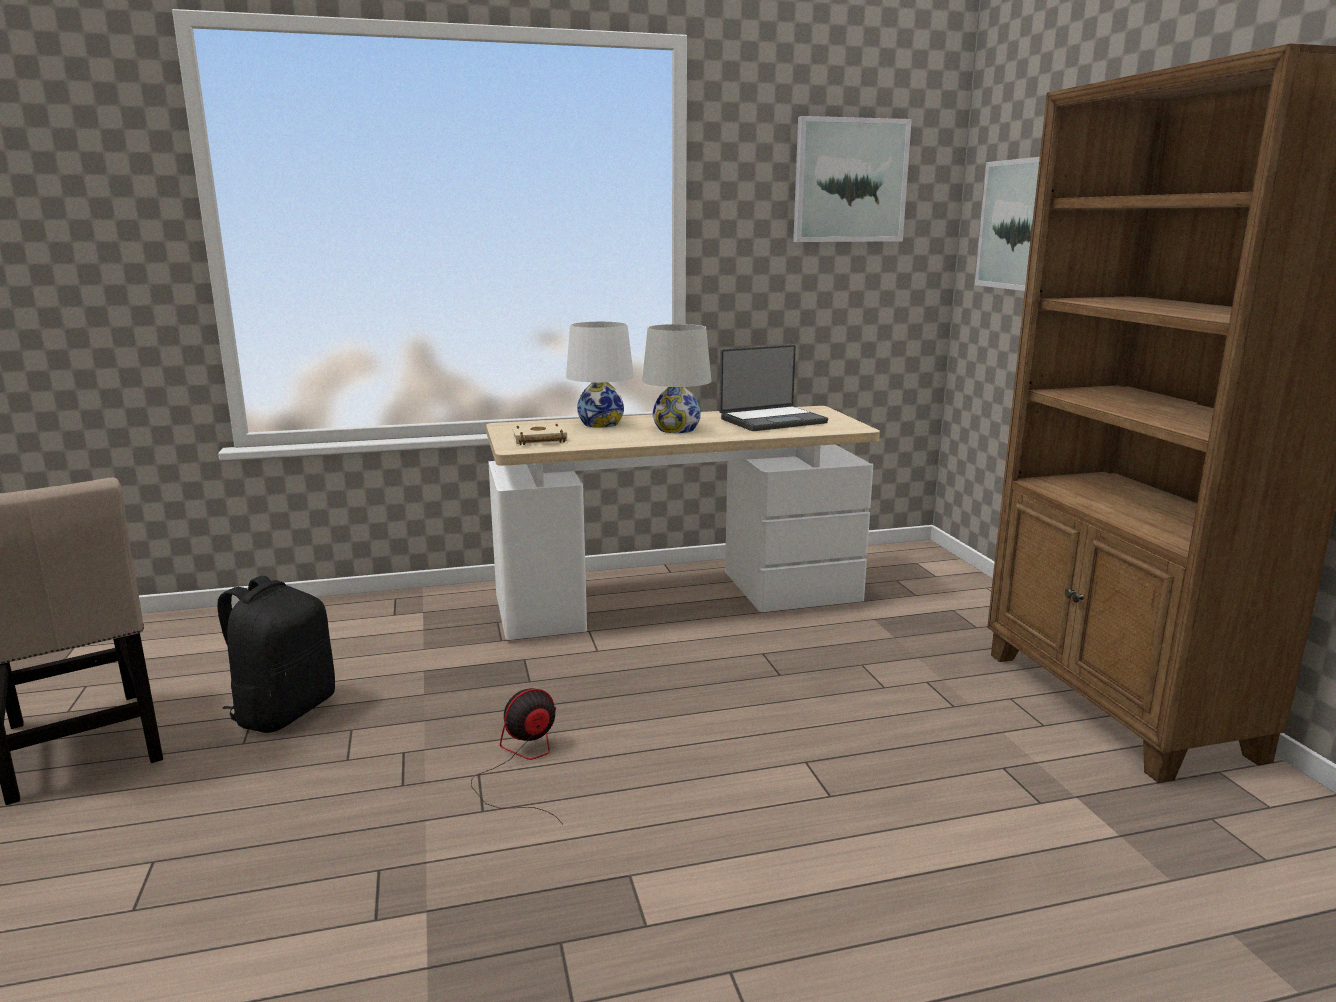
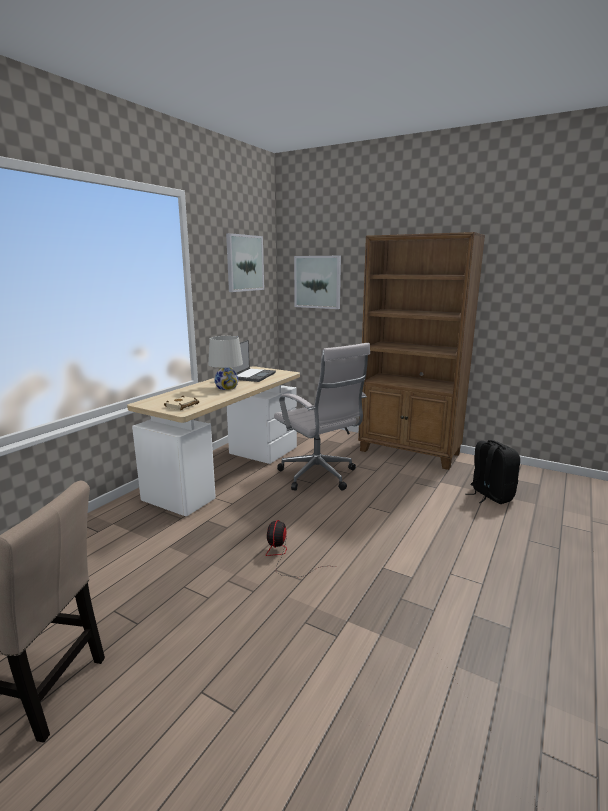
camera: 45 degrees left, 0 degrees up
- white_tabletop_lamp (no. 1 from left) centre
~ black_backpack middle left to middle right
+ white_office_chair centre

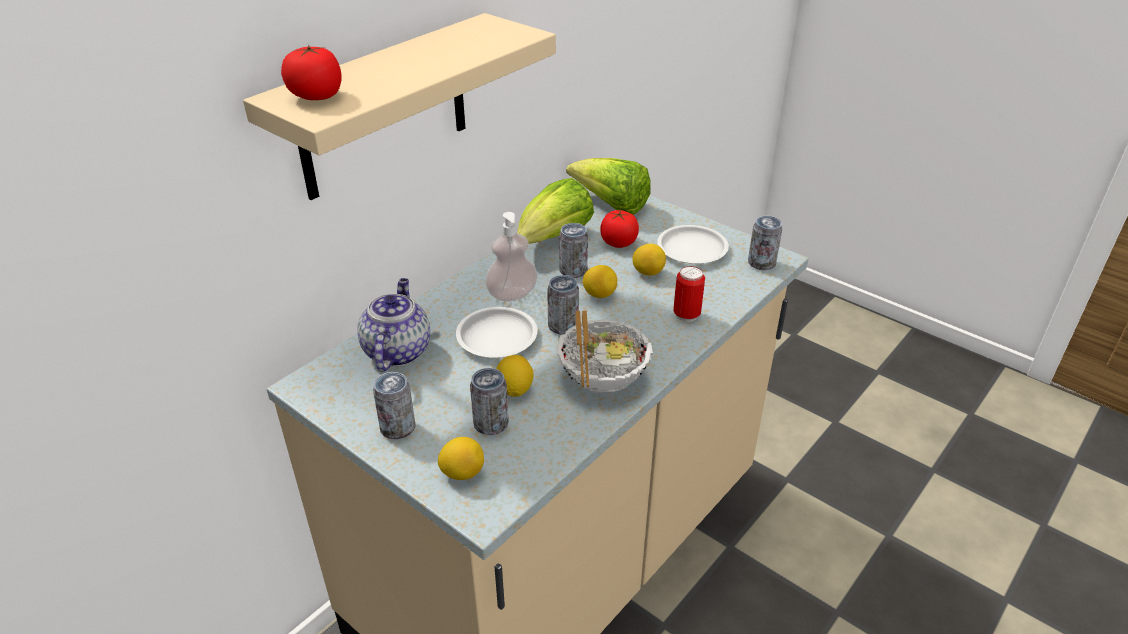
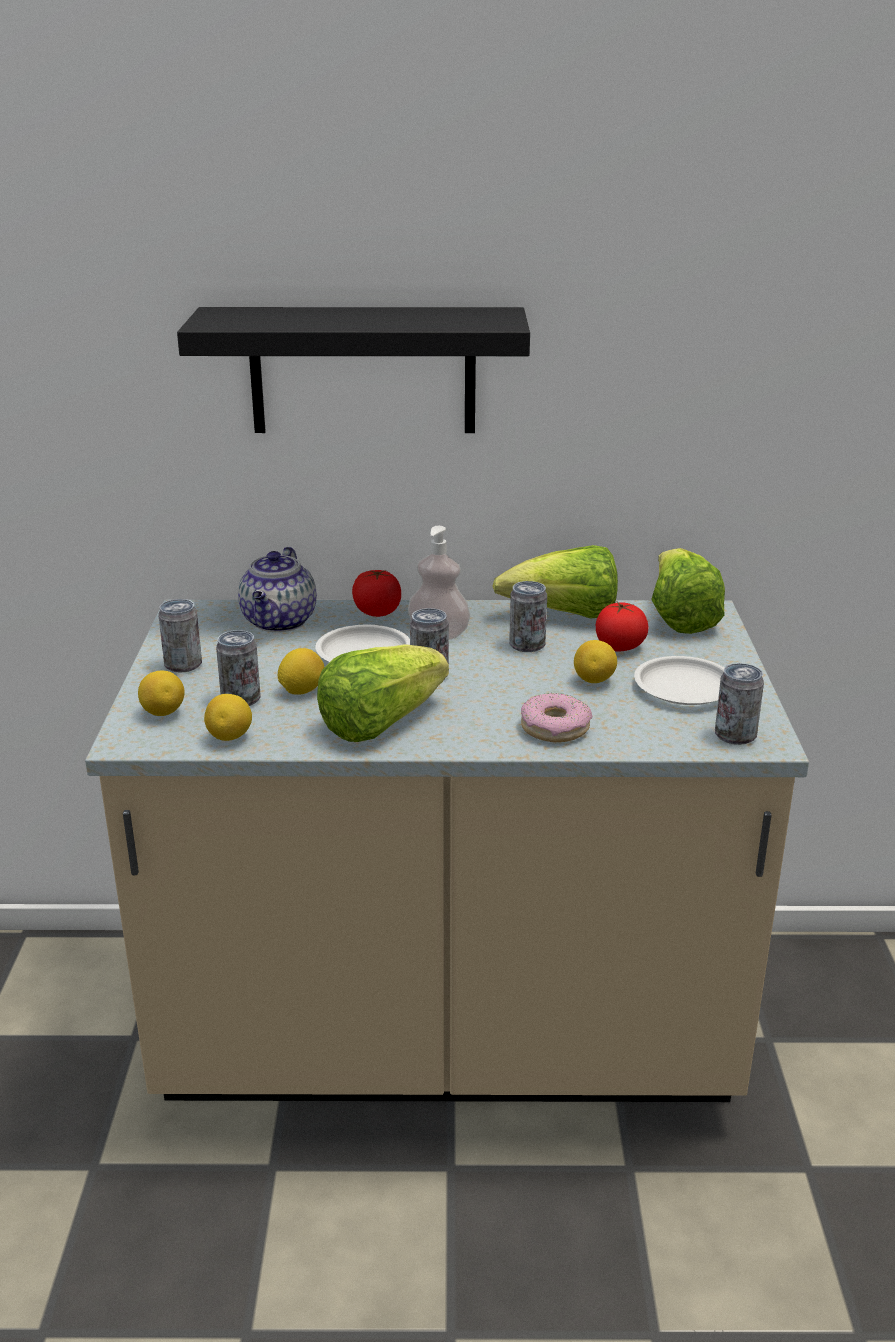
camera: 50 degrees right, 10 degrees down
~ beige-coloured_wall_shelf top centre to black_wall_shelf top centre
~ fresh_tomato (no. 1 from left) top left to centre
~ whole_lemon (no. 3 from left in the first image) centre to whole_lemon (no. 2 from left) middle left
~ metal_can (no. 5 from left) centre to doughnut centre
~ tea_pot centre = middle left 135 degrees clockwise
~ deep_dish centre to head_of_lettuce (no. 1 from left) centre

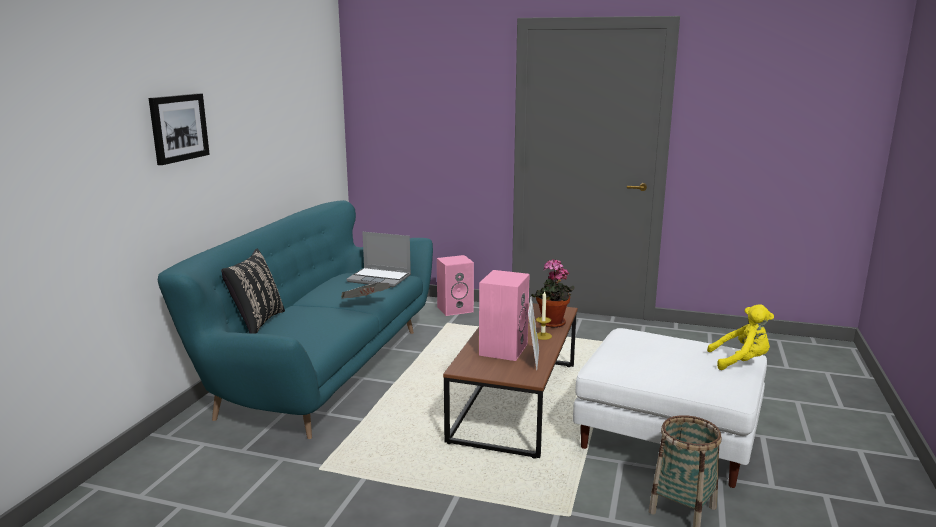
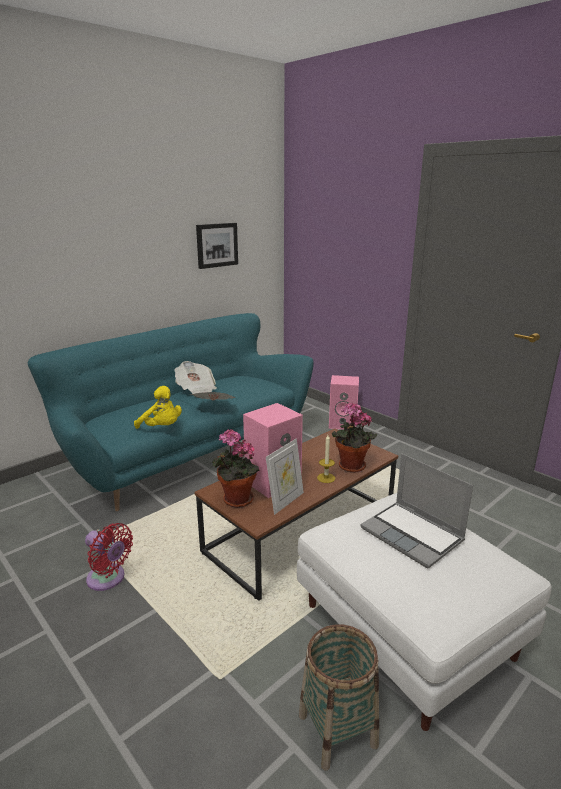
camera: 30 degrees right, 5 degrees up
~ picture top left to top centre
~ laptop centre to middle right
- black_cushion middle left
~ yellow_plush_toy middle right to middle left
+ printed_paper (no. 1 from left) centre
+ potted_plant (no. 1 from left) centre
+ red_electric_fan bottom left

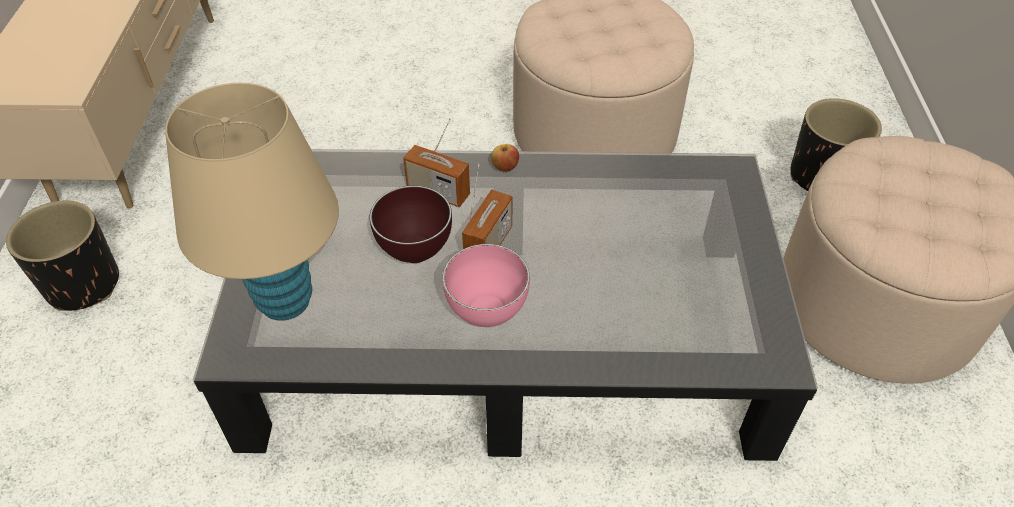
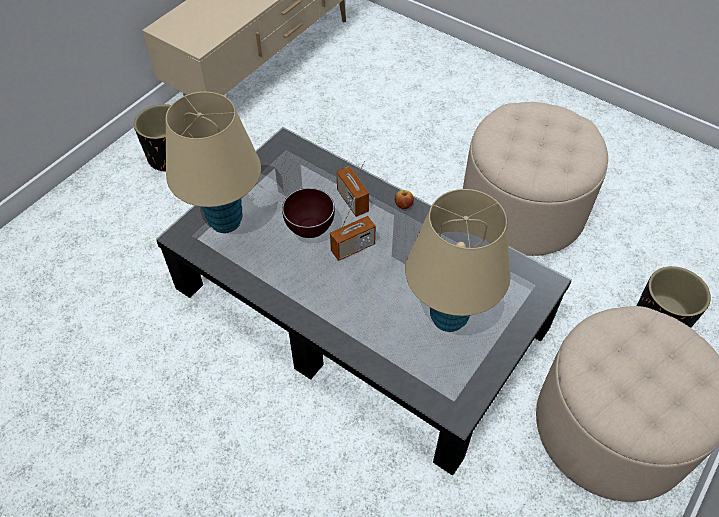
camera: 35 degrees right, 5 degrees up
- pinkish_deep_dish centre
+ beige-coloured_tabletop_lamp (no. 2 from left) centre

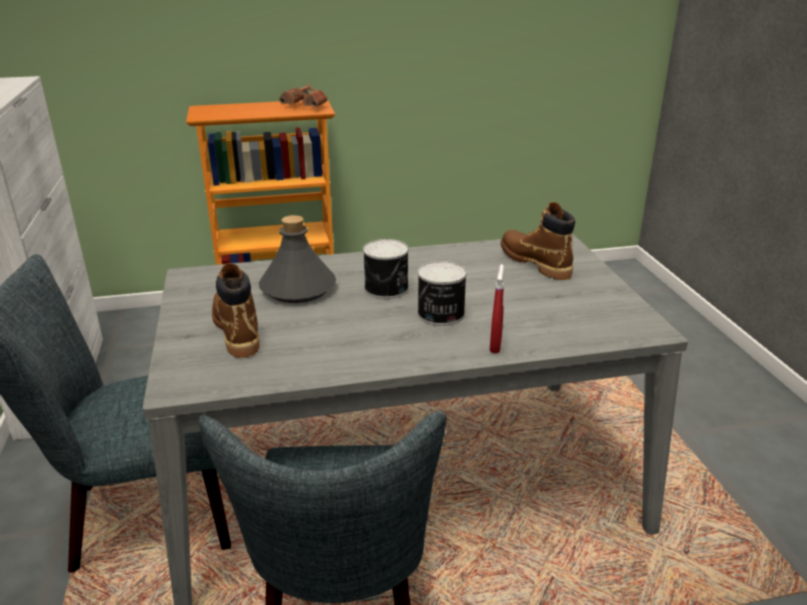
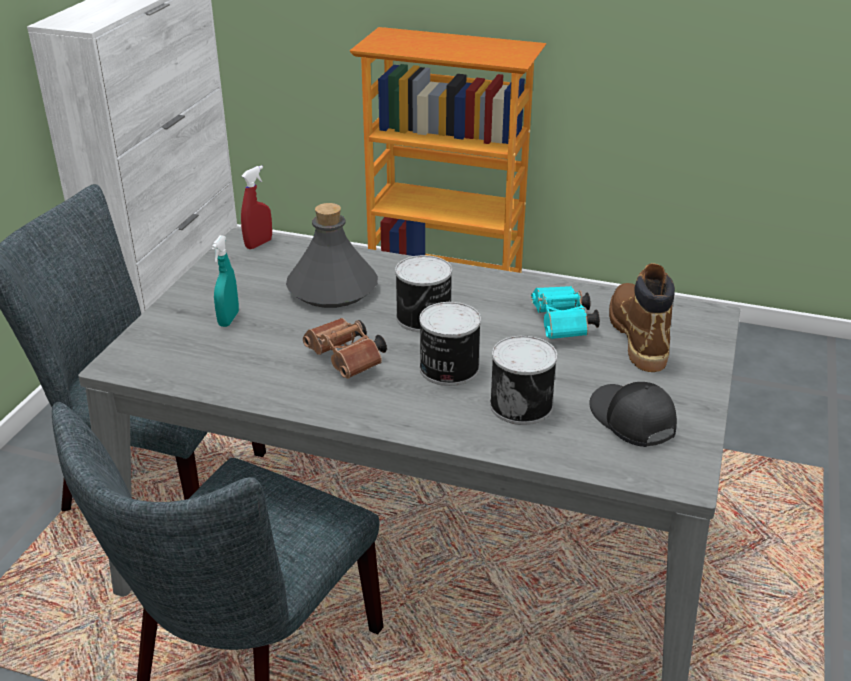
camera: 30 degrees right, 5 degrees up
~ brown_pair_of_binoculars top centre to centre
~ brown_boot (no. 1 from left) middle left to blue-green_spray_bottle middle left
~ red_spray_bottle centre to top left
+ blue-green_pair_of_binoculars centre
+ metal_can (no. 3 from left) centre
+ black_baseball_cap middle right

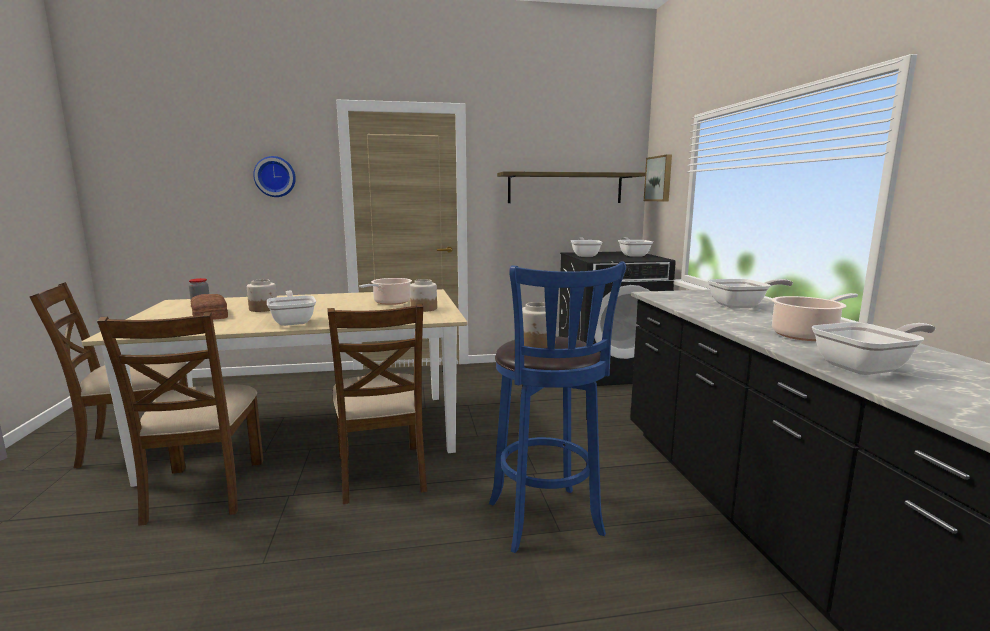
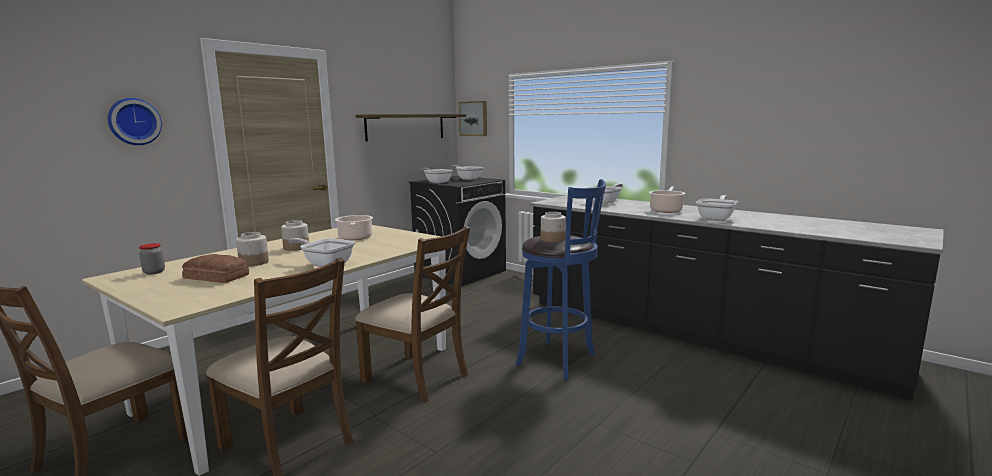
camera: 40 degrees left, 0 degrees up
~ storage_jar (no. 3 from left) centre to middle left

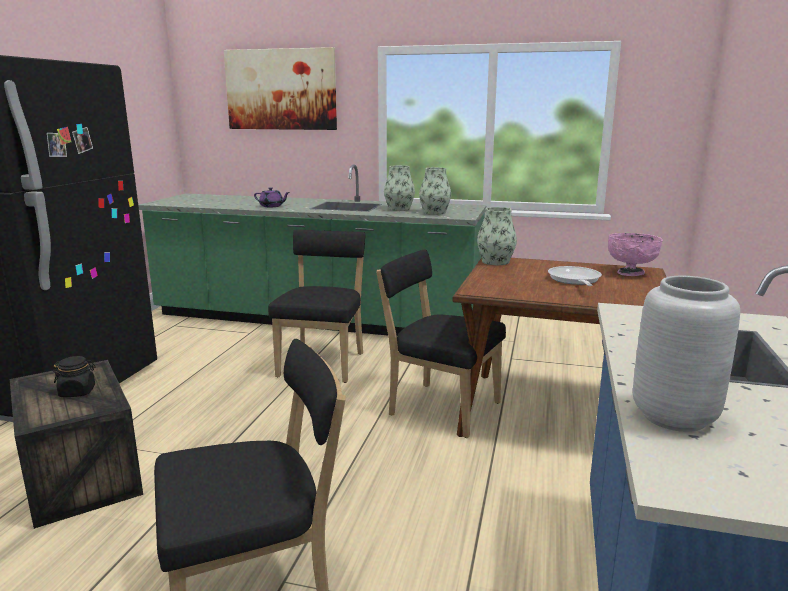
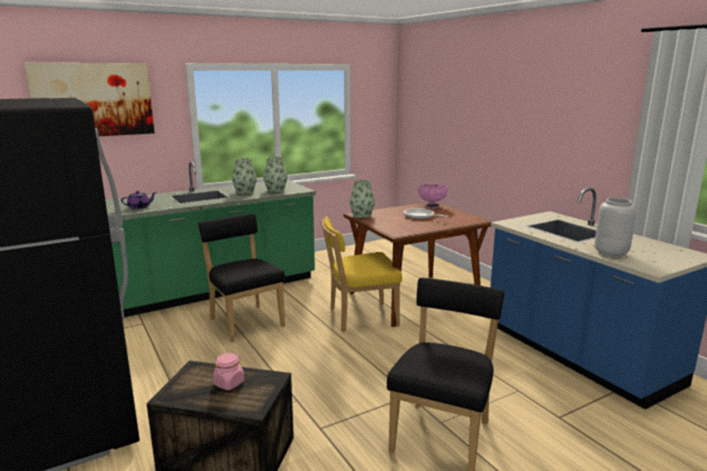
camera: 45 degrees left, 0 degrees up
~ black_upright_chair (no. 3 from left) centre to yellow_upright_chair centre
~ black_storage_jar middle left to pinkish_storage_jar bottom left

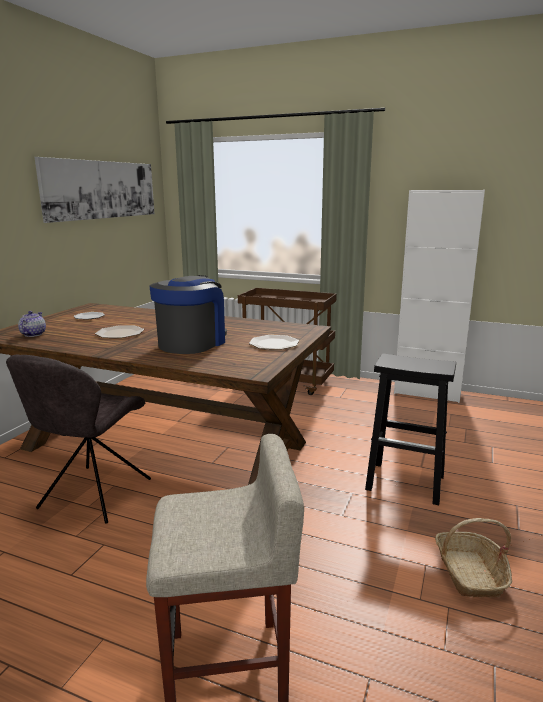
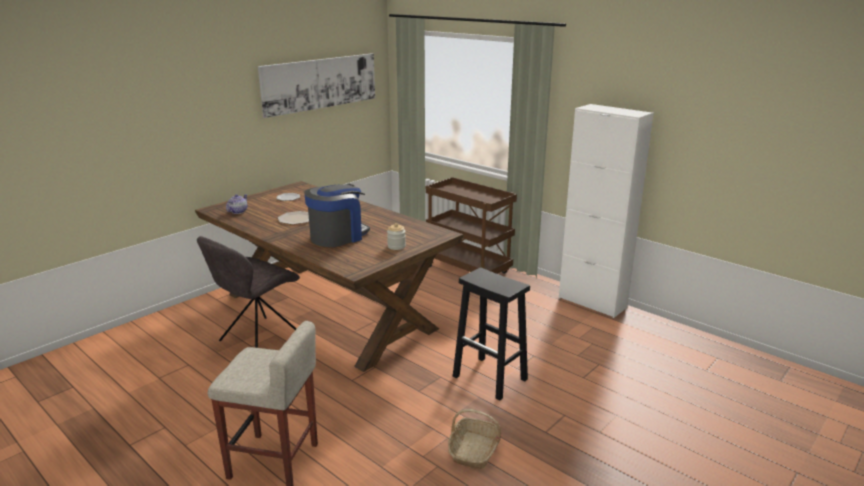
camera: 20 degrees right, 5 degrees up
~ plate (no. 3 from left) centre to storage_jar centre

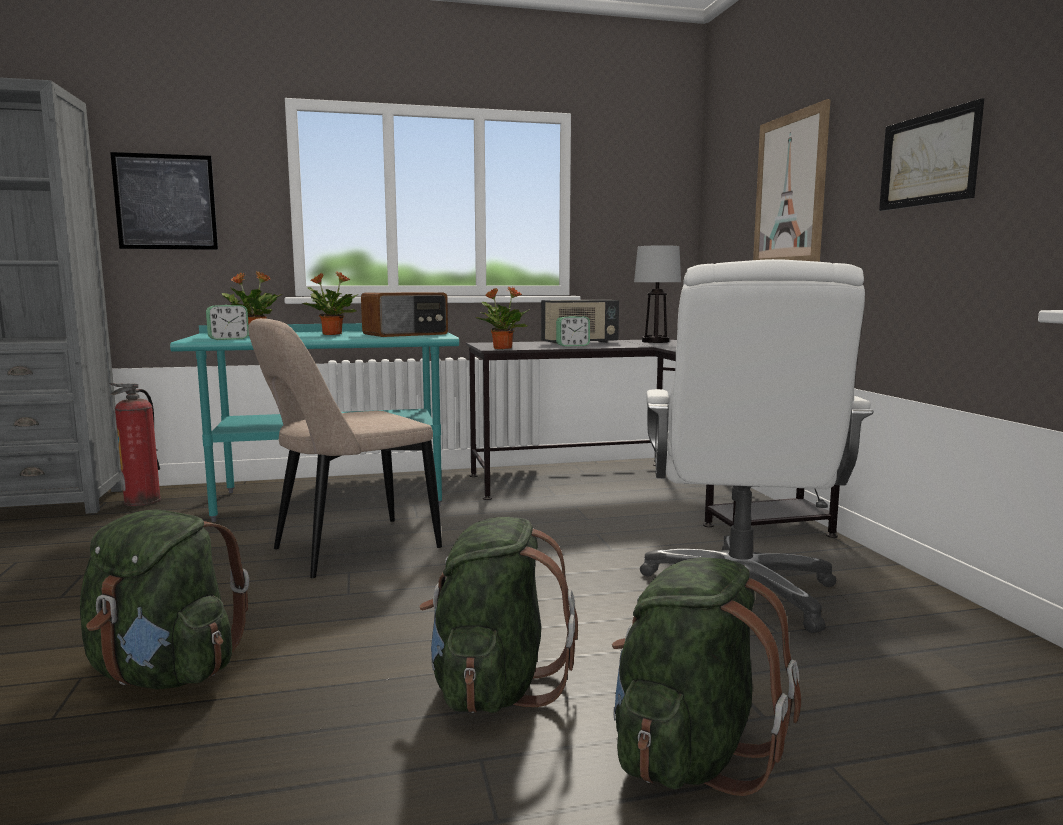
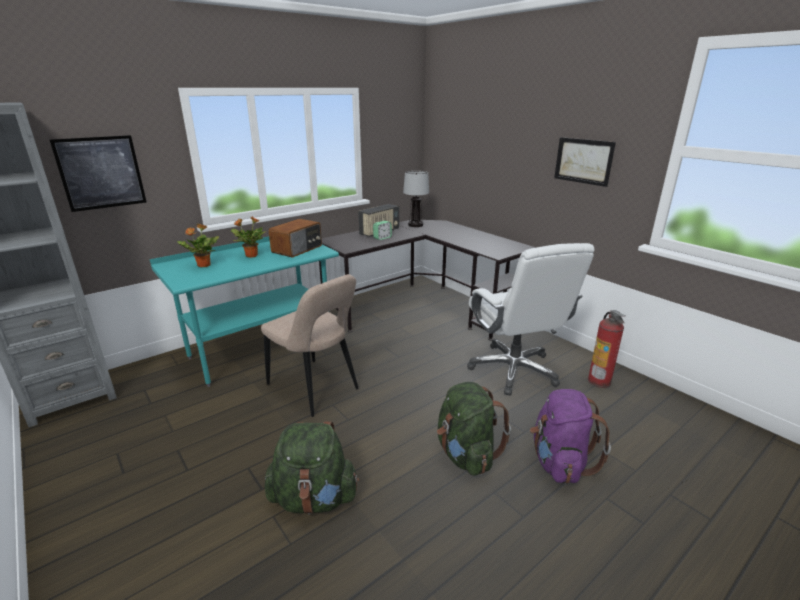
camera: 25 degrees left, 15 degrees up
- picture (no. 2 from left) top right
- potted_plant (no. 3 from left) centre
- alarm_clock (no. 1 from left) middle left
~ beige-coloured_upright_chair middle left = centre 75 degrees counterclockwise
~ fire-fighting_cylinder middle left to middle right
~ green_backpack (no. 3 from left) bottom centre to purplish_backpack bottom right

